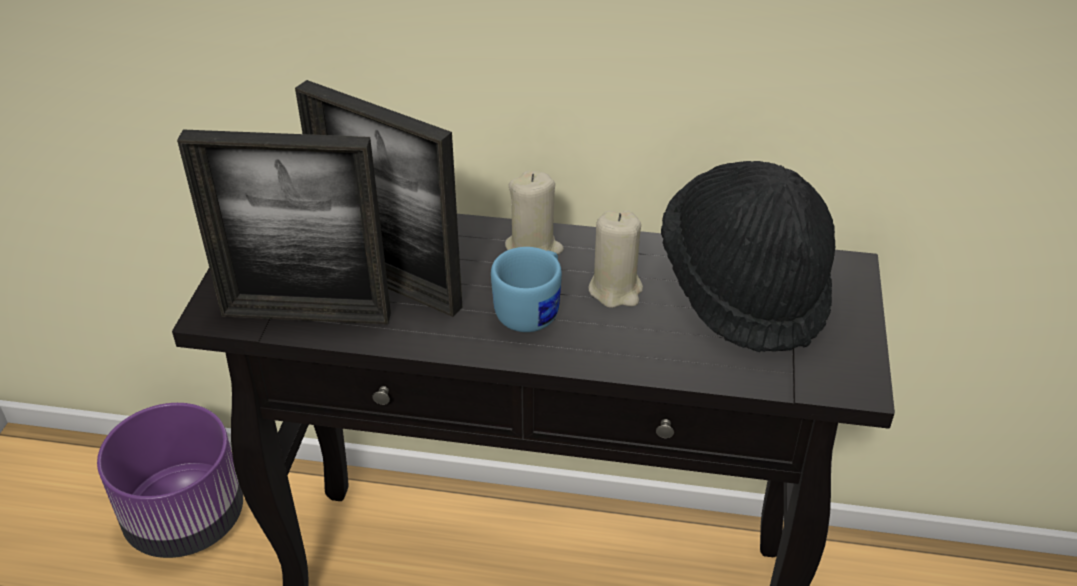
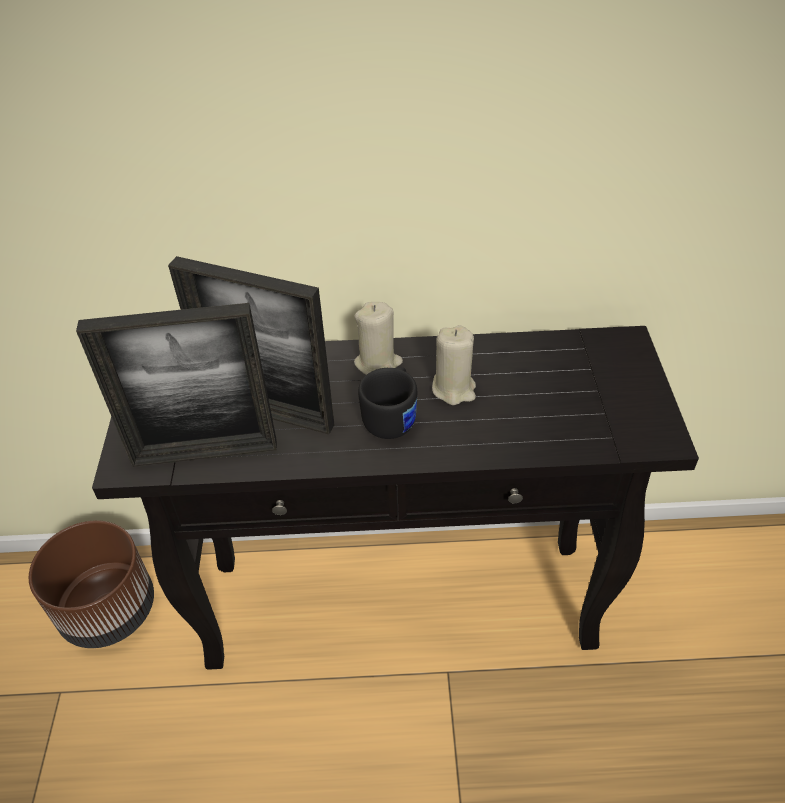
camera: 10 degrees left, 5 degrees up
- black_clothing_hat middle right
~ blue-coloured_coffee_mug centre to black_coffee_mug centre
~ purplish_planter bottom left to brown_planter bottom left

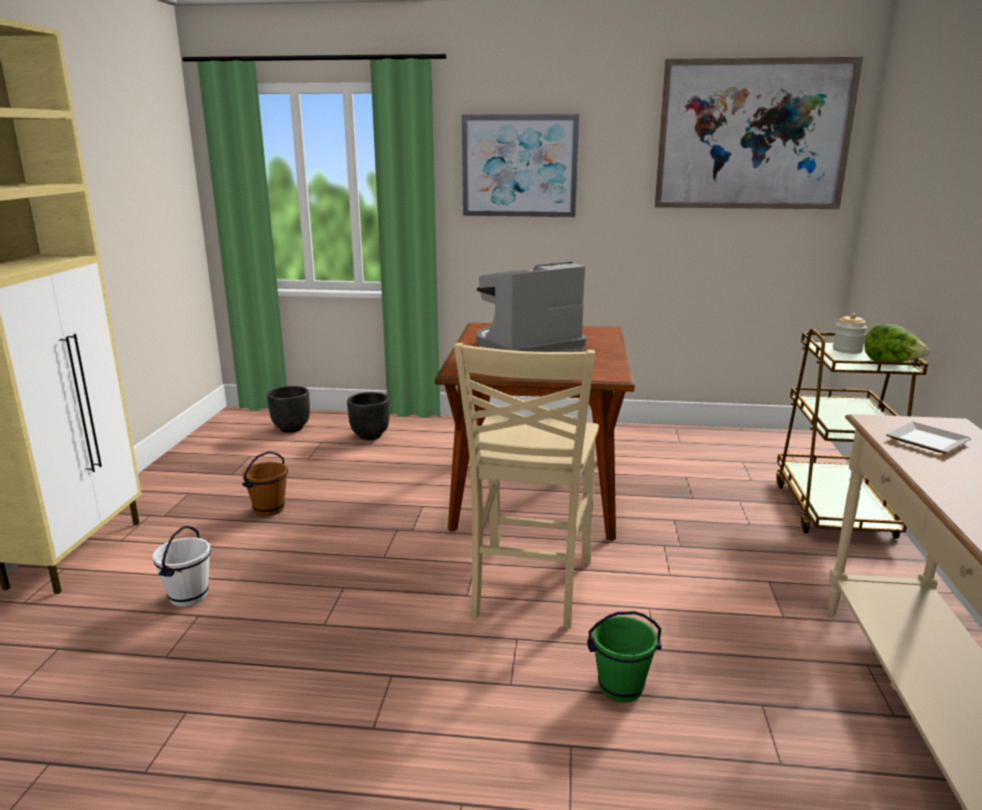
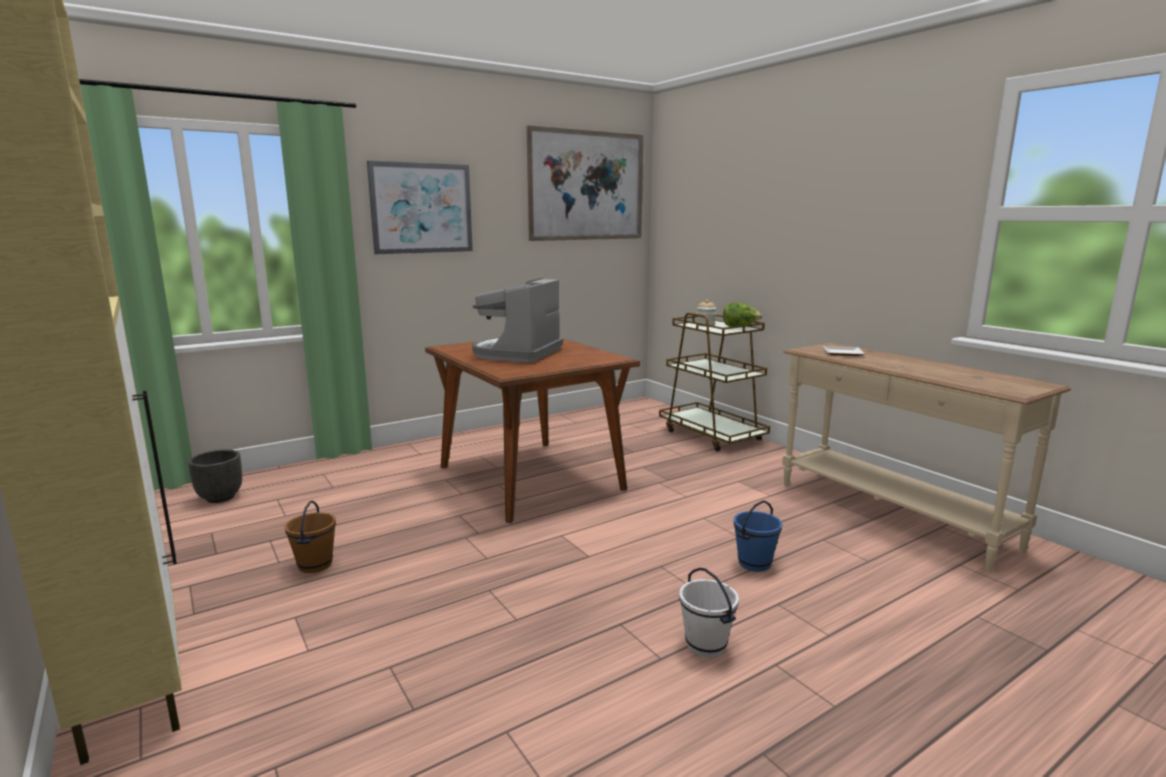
camera: 40 degrees left, 5 degrees down
- beige-coloured_upright_chair centre
- black_planter (no. 2 from left) centre
~ white_water_bucket bottom left to bottom centre
~ green_water_bucket bottom centre to blue-coloured_water_bucket bottom centre

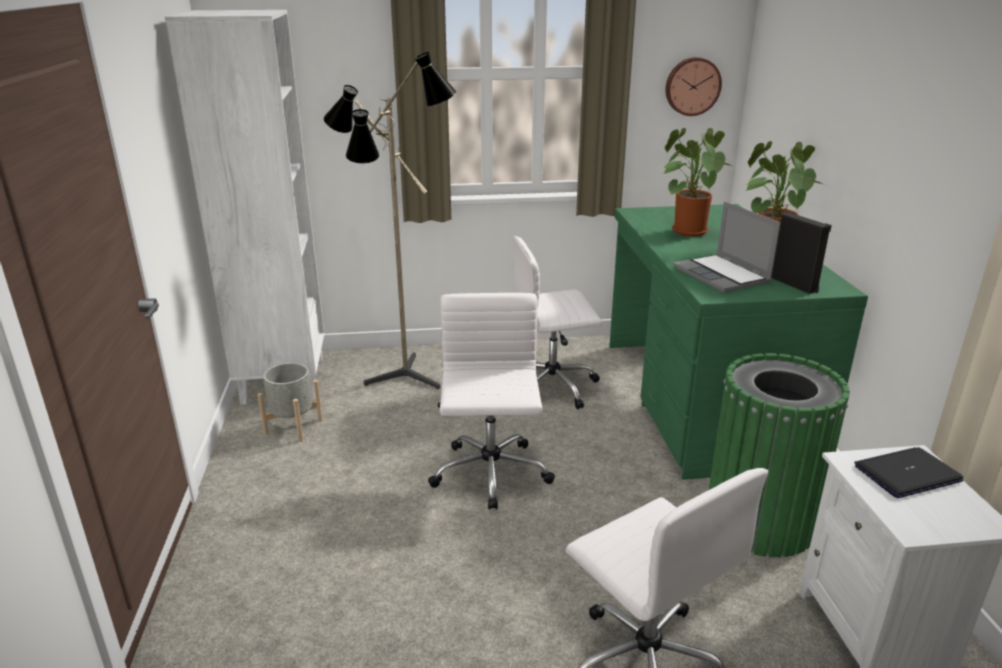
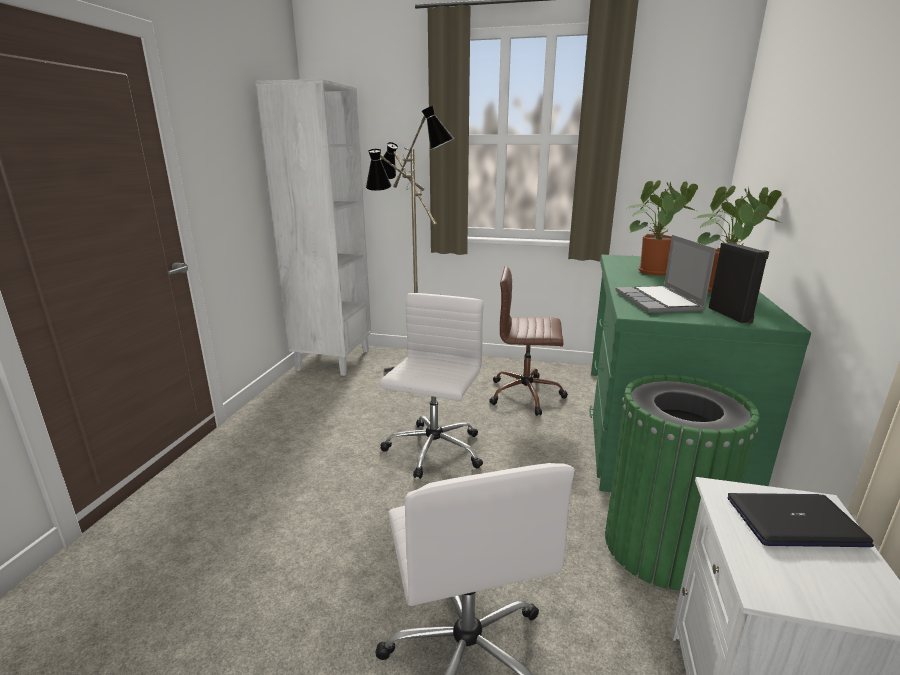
camera: 20 degrees right, 5 degrees down
- wall_clock top right
~ white_office_chair (no. 2 from left) centre to brown_office_chair centre
- grey_planter middle left

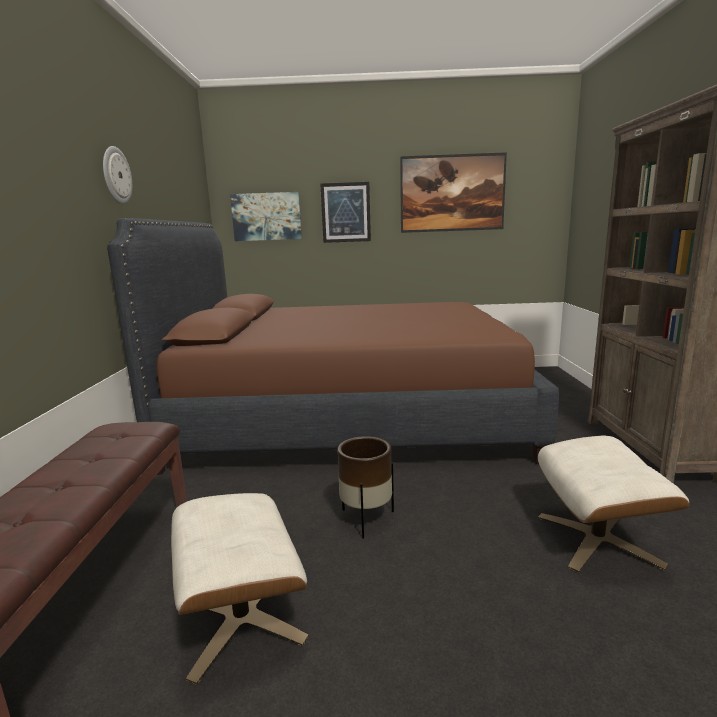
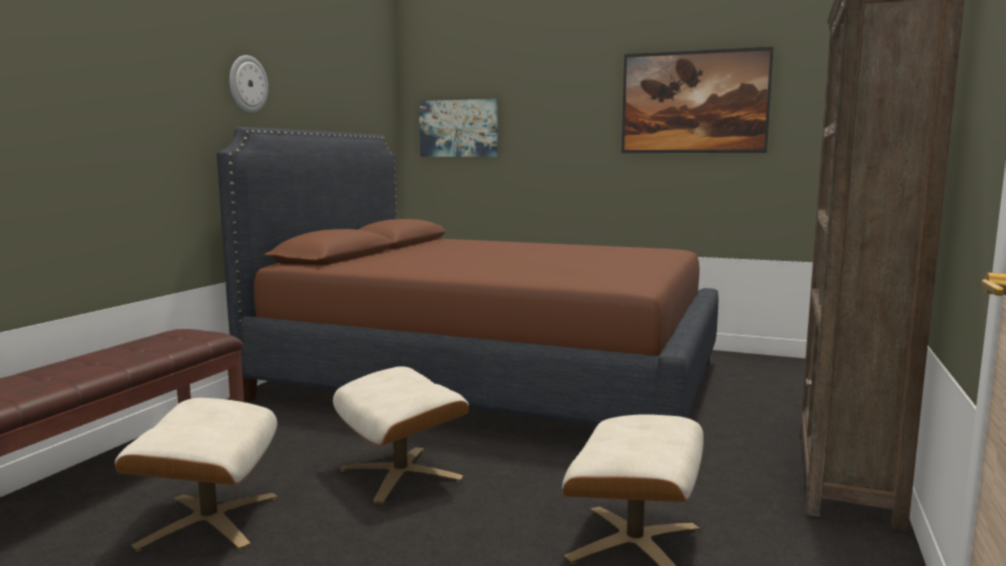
camera: 20 degrees right, 5 degrees down
- picture (no. 2 from left) top centre
~ brown_planter bottom centre to beige-coloured_ottoman (no. 2 from left) bottom centre

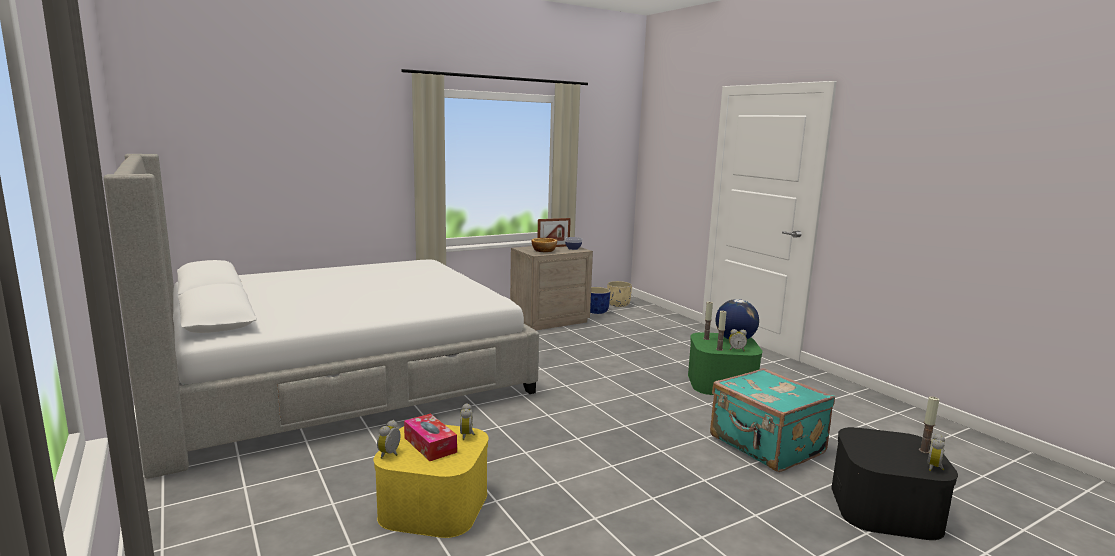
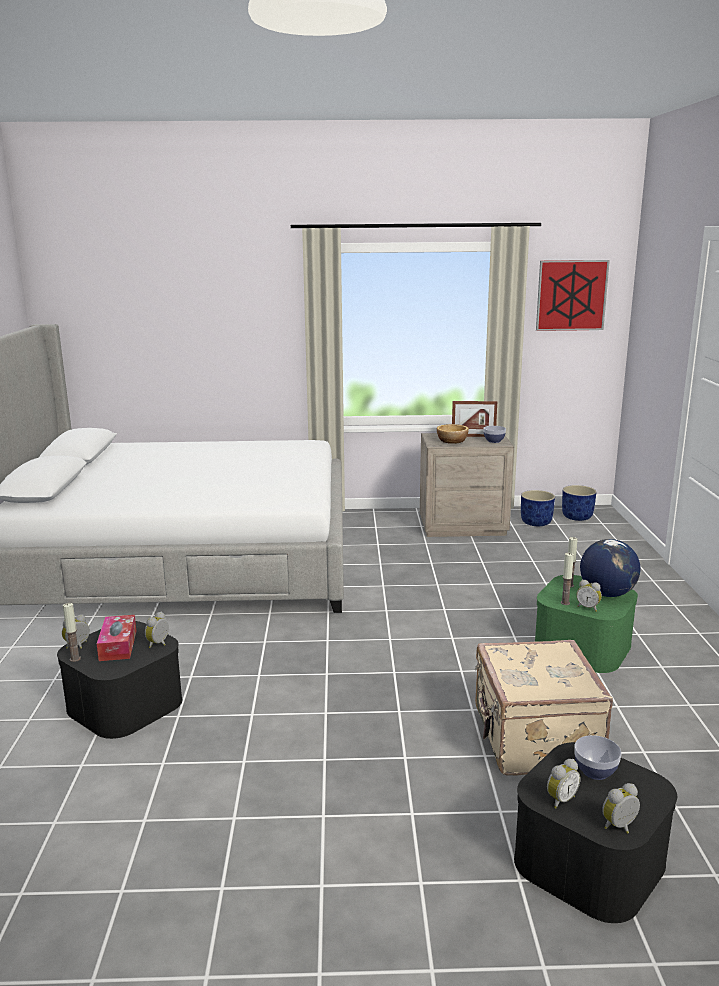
camera: 30 degrees right, 5 degrees up
~ beige-coloured_planter centre to blue-coloured_planter (no. 2 from left) middle right
~ blue-green_suitcase bottom right to beige-coloured_suitcase bottom right
~ candle (no. 3 from left in the first image) bottom right to candle (no. 1 from left) middle left
~ yellow_storage_container bottom centre to black_storage_container (no. 1 from left) bottom left
+ picture top right
+ deep_dish (no. 3 from left) bottom right
+ alarm_clock (no. 3 from left) bottom right

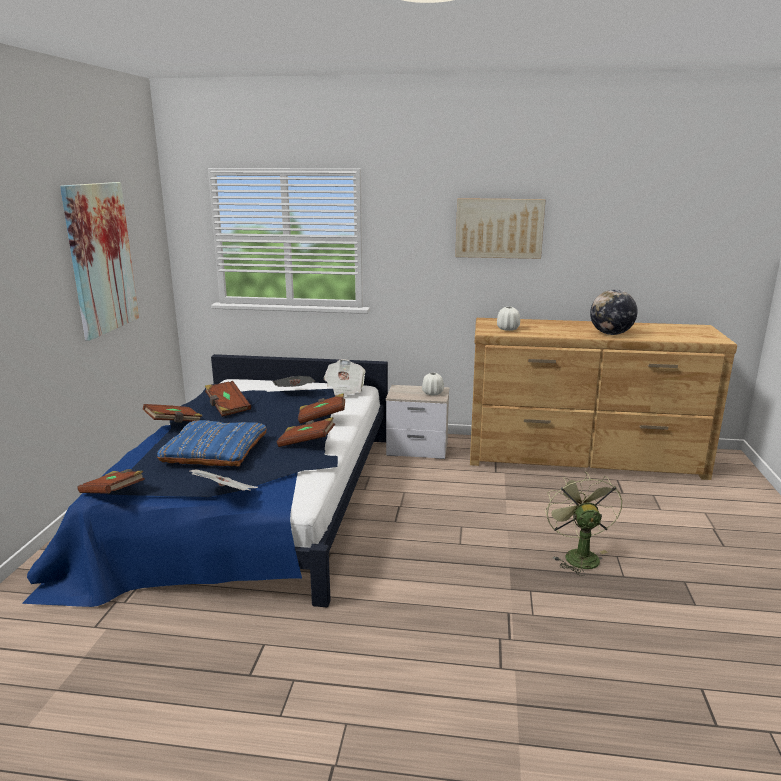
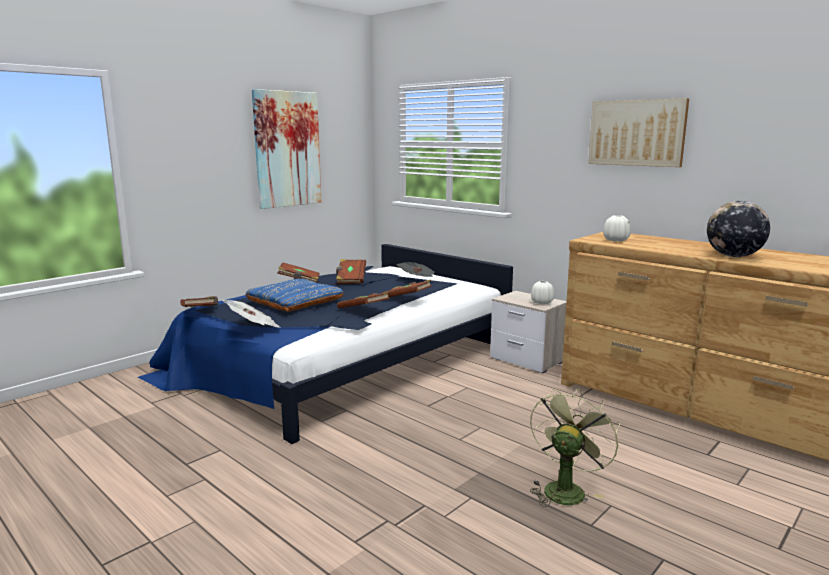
camera: 35 degrees right, 5 degrees down
- printed_paper (no. 3 from left) centre

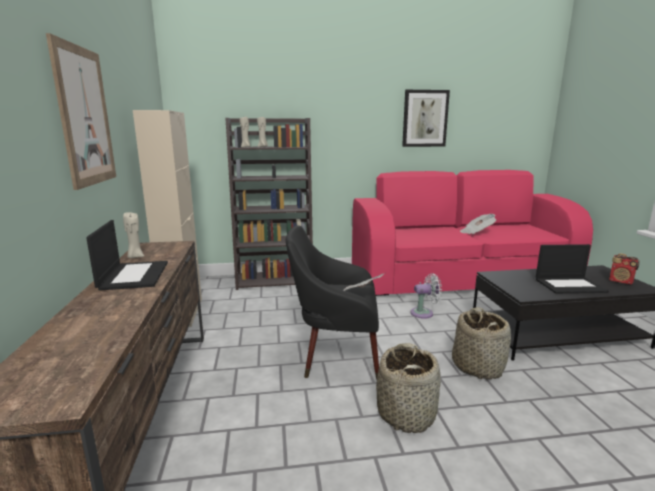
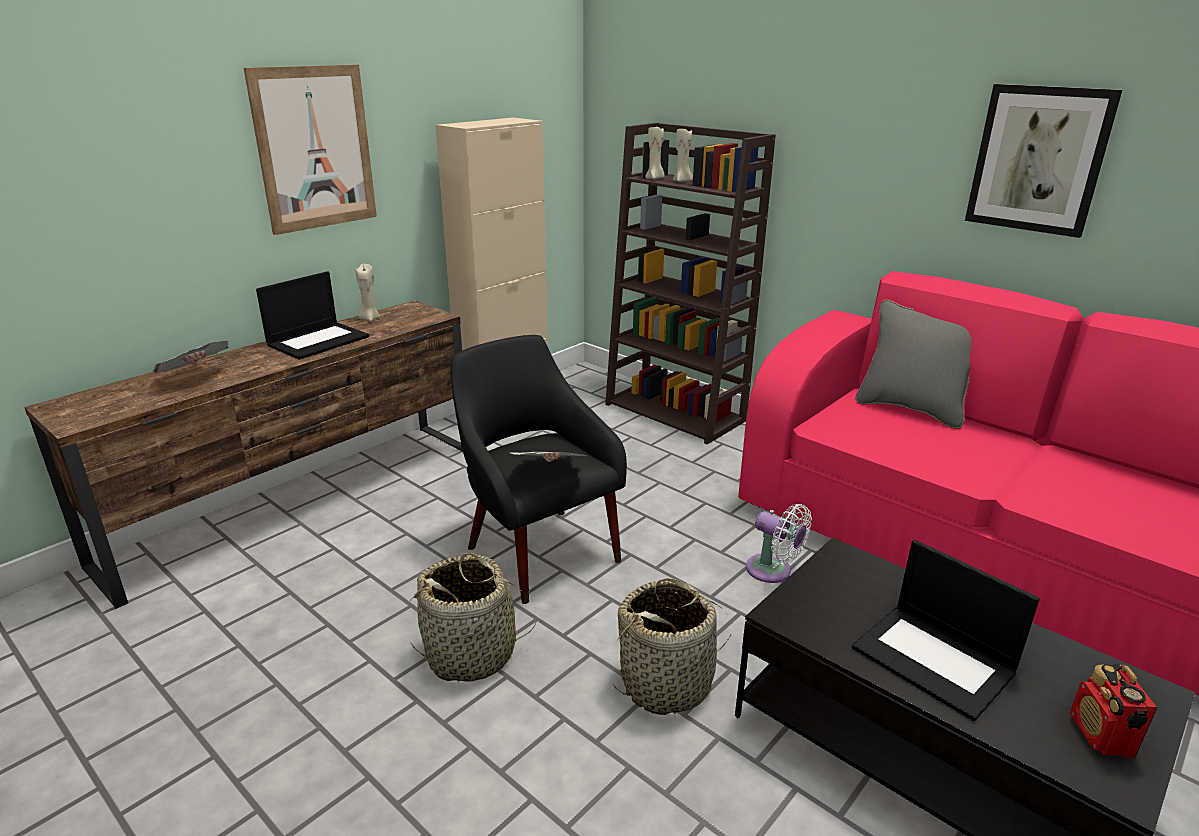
camera: 50 degrees right, 10 degrees up
~ printed_paper (no. 2 from left in the first image) middle right to printed_paper (no. 1 from left) middle left
+ grey_cushion middle right

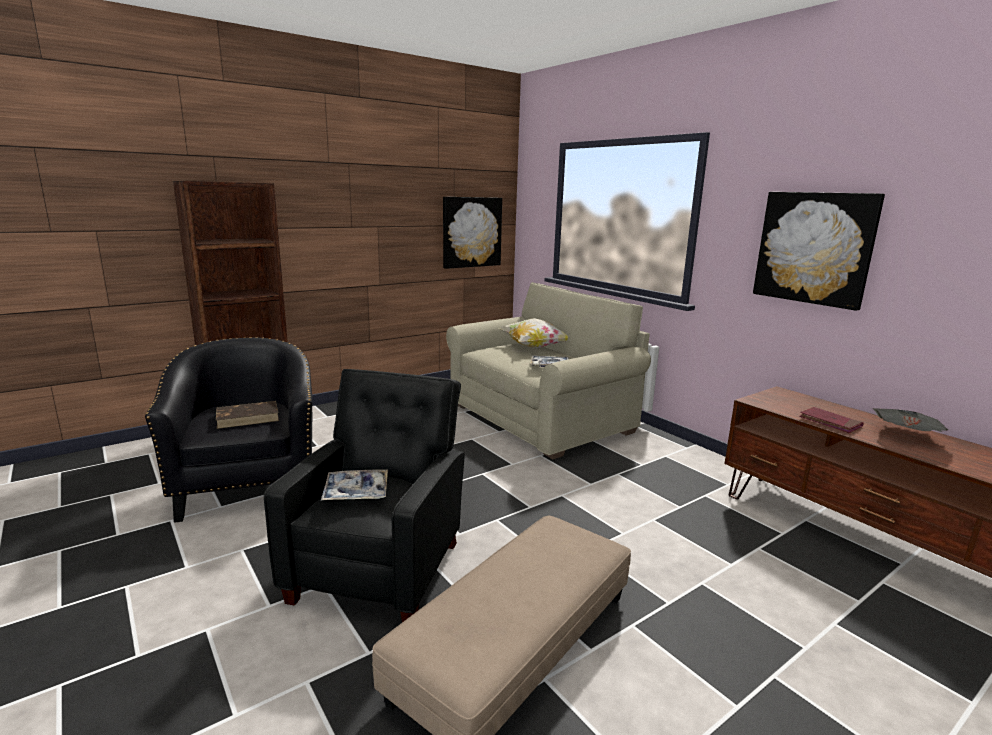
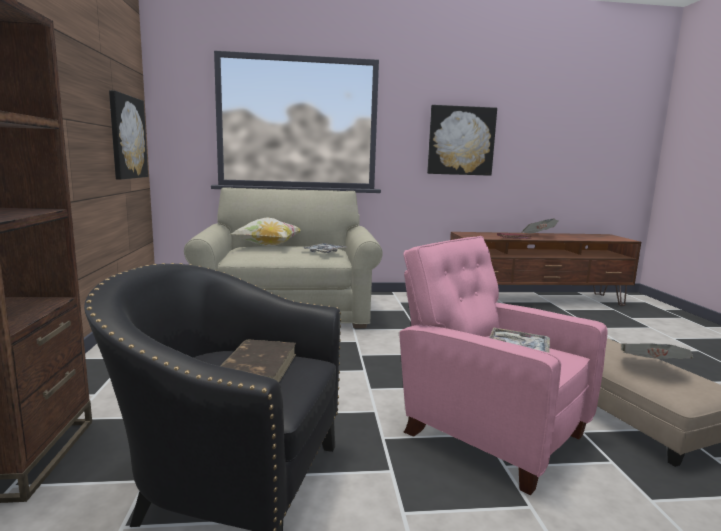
camera: 60 degrees left, 5 degrees down
~ black_armchair (no. 2 from left) bottom centre to pinkish_armchair bottom right
+ printed_paper (no. 2 from left) middle right

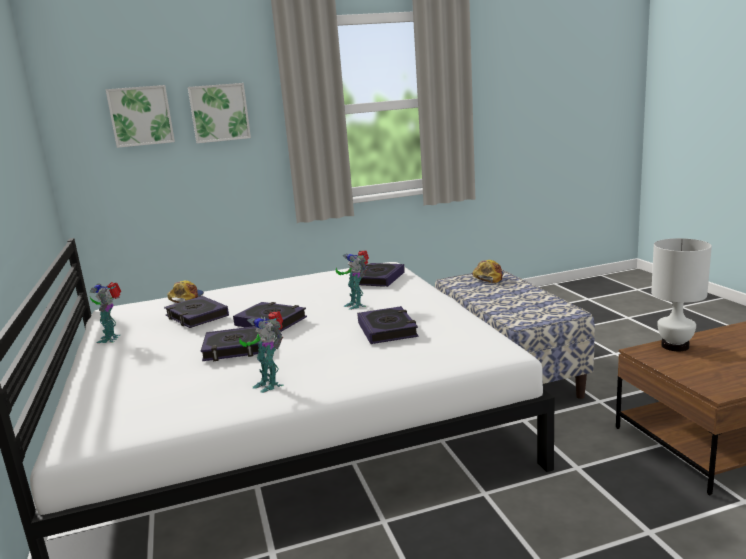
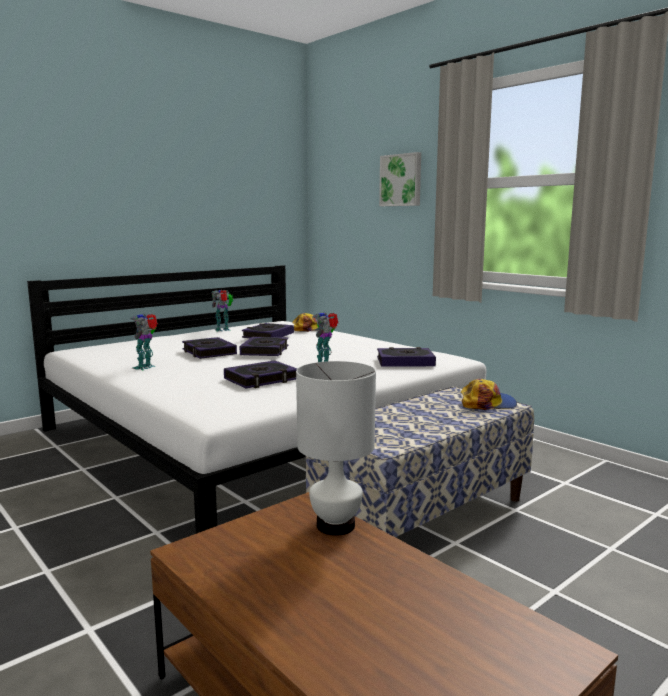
camera: 65 degrees right, 5 degrees down
- picture (no. 1 from left) top left

